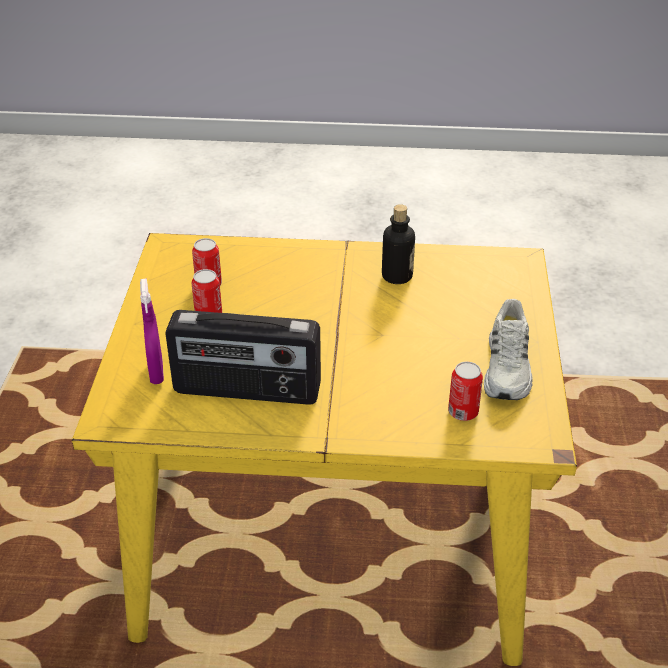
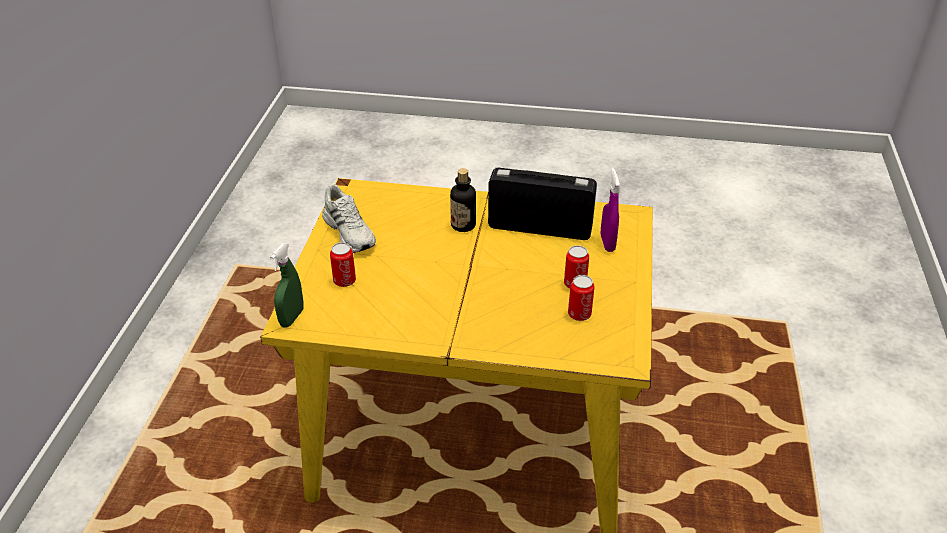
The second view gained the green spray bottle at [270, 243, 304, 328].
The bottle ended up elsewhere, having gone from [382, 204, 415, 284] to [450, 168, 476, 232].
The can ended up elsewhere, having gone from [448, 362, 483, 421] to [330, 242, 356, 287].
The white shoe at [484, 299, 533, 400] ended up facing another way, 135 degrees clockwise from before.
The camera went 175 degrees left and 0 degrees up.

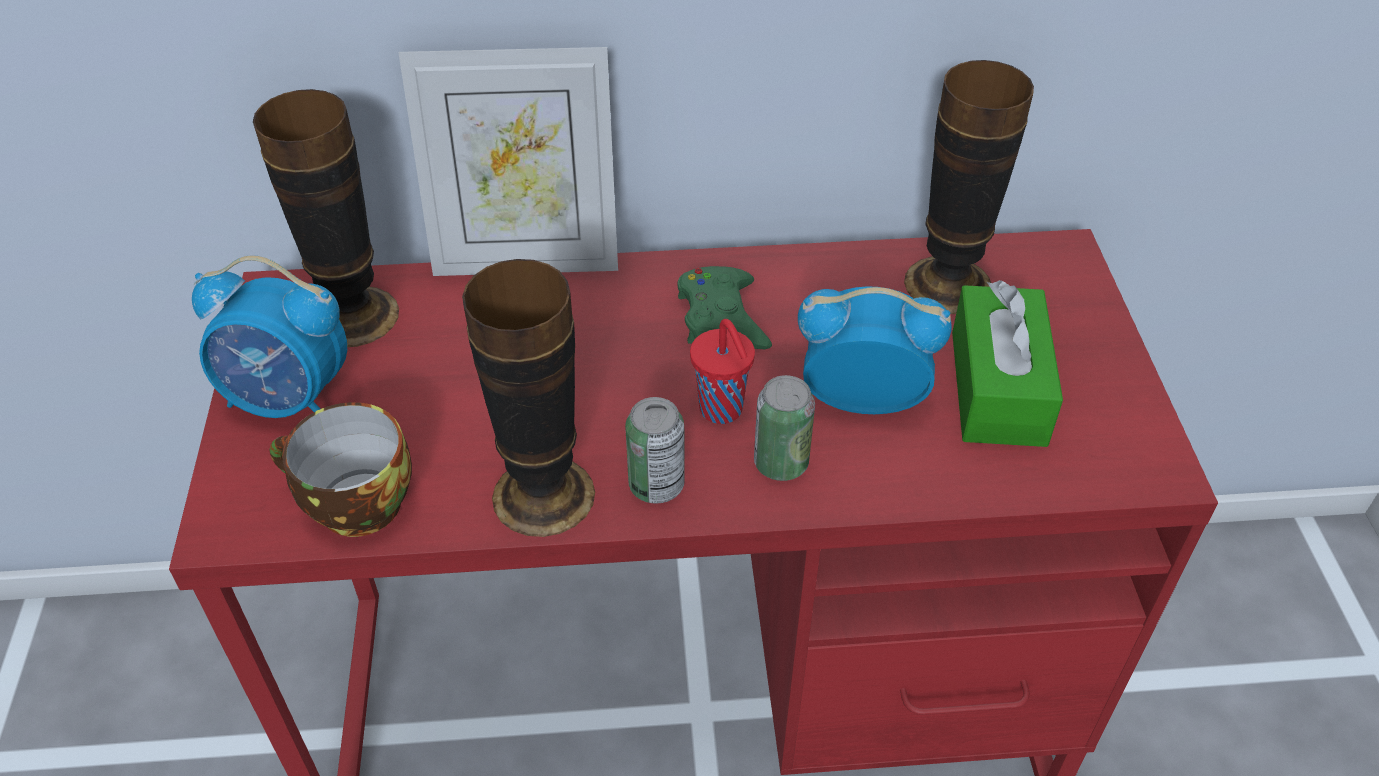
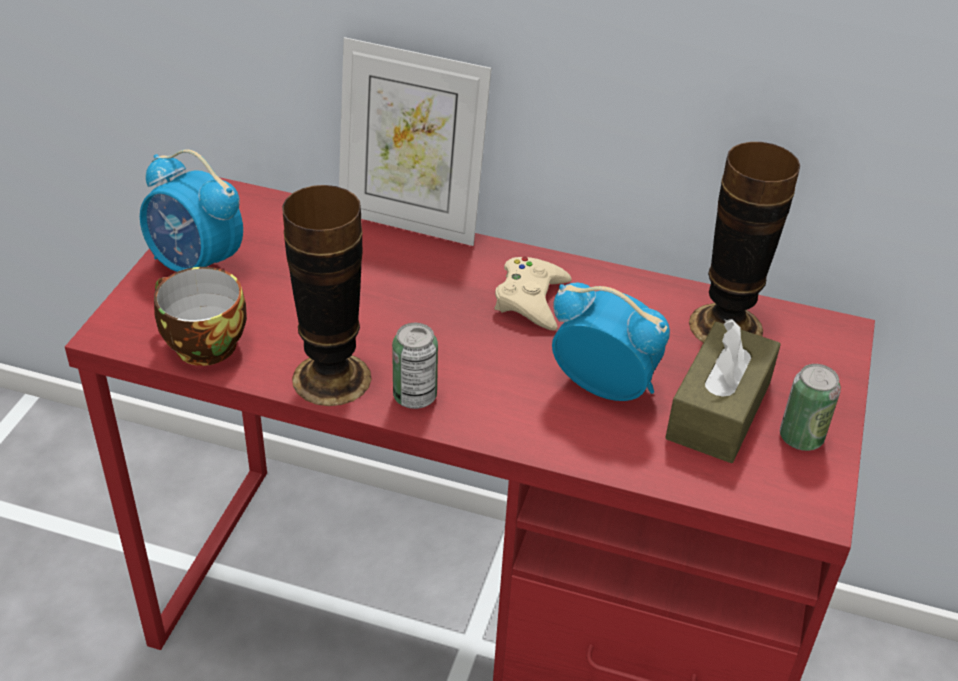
The second view lost the vase at [253, 89, 399, 347].
The second view lost the red cup at [690, 319, 755, 424].
The can ended up elsewhere, having gone from [754, 375, 815, 481] to [780, 364, 841, 451].
What was the green game controller at [678, 266, 772, 349] turned into the beige game controller at [494, 257, 572, 331].
What was the green tissue box at [952, 280, 1063, 447] turned into the brown tissue box at [665, 319, 781, 463].
The camera went 20 degrees right and 5 degrees down.

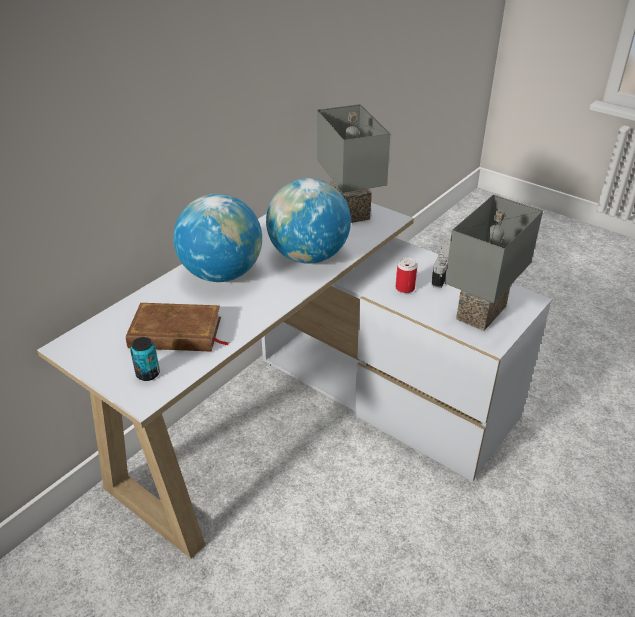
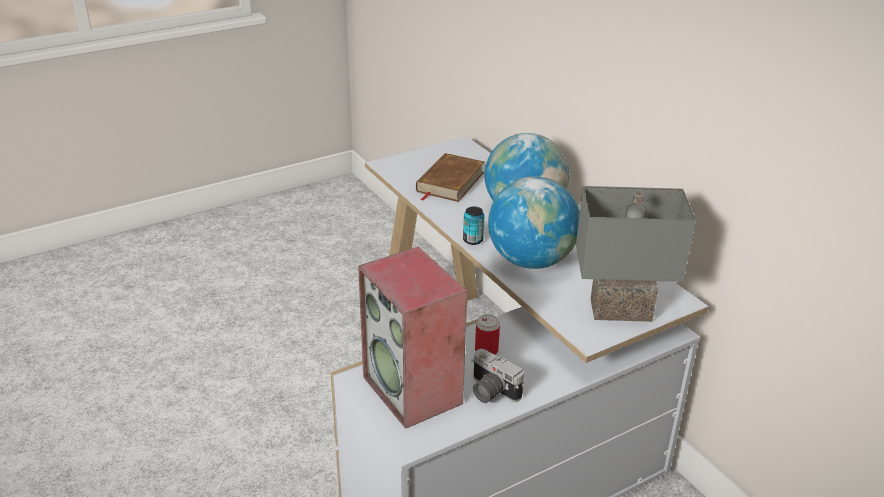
The can ended up elsewhere, having gone from [130, 337, 160, 381] to [463, 206, 484, 245].
Where the grey table lamp stood at [445, 195, 543, 331], the speaker came to stand at [358, 247, 467, 429].
The camera went 110 degrees right and 5 degrees down.

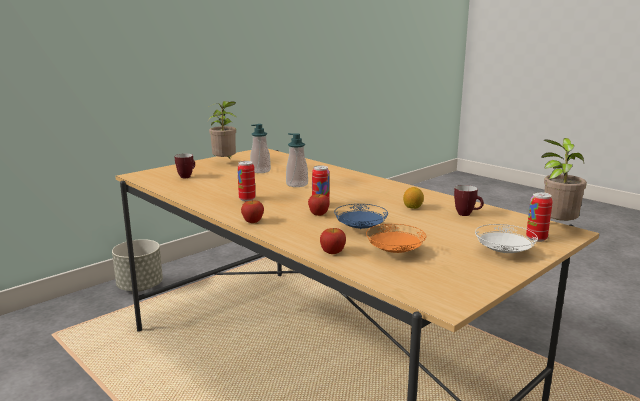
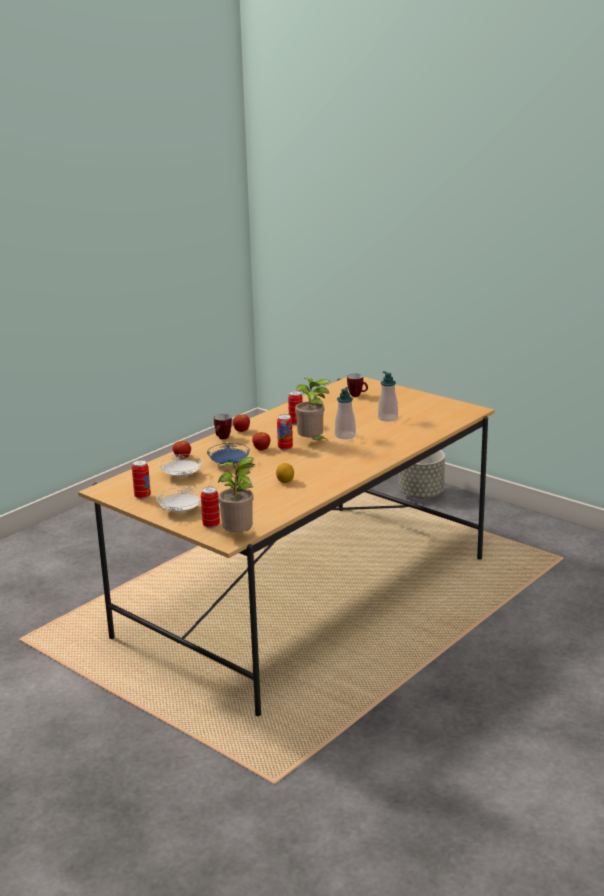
The second view gained the can at [132, 460, 151, 499].
The potted plant ended up elsewhere, having gone from [208, 101, 236, 158] to [295, 378, 331, 442].
The mug ended up elsewhere, having gone from [454, 185, 484, 216] to [214, 414, 232, 439].
What was the orange plate at [366, 224, 426, 253] turned into the white plate at [159, 454, 203, 476].
The camera went 85 degrees right and 5 degrees up.

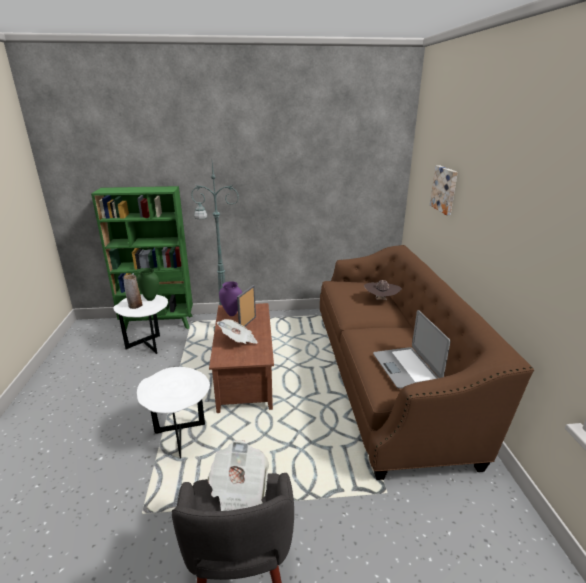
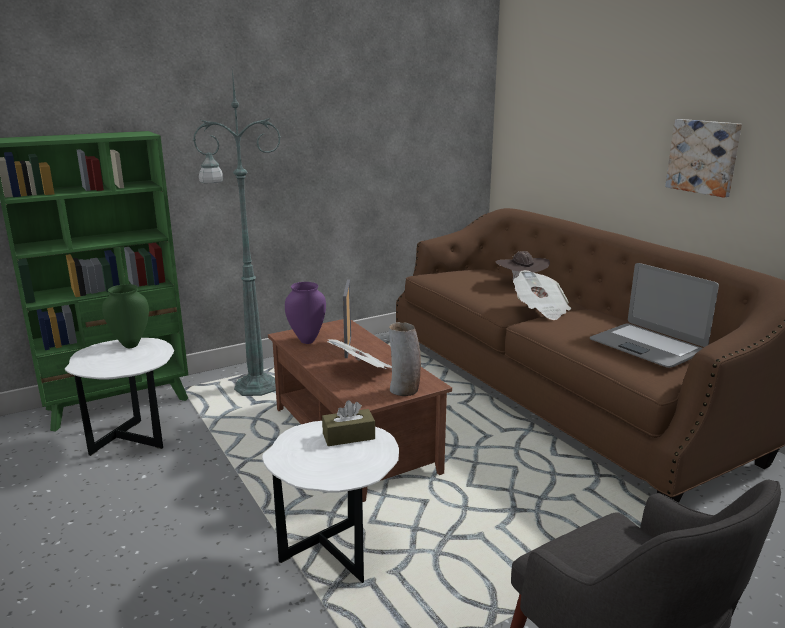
The second view gained the brown tissue box at [322, 400, 375, 446].
The vase ended up elsewhere, having gone from [124, 274, 143, 309] to [389, 322, 421, 396].
The newspaper ended up elsewhere, having gone from [207, 440, 269, 511] to [513, 270, 571, 320].
The picture ended up elsewhere, having gone from [430, 165, 458, 215] to [665, 119, 742, 198].
The camera went 25 degrees left and 5 degrees down.

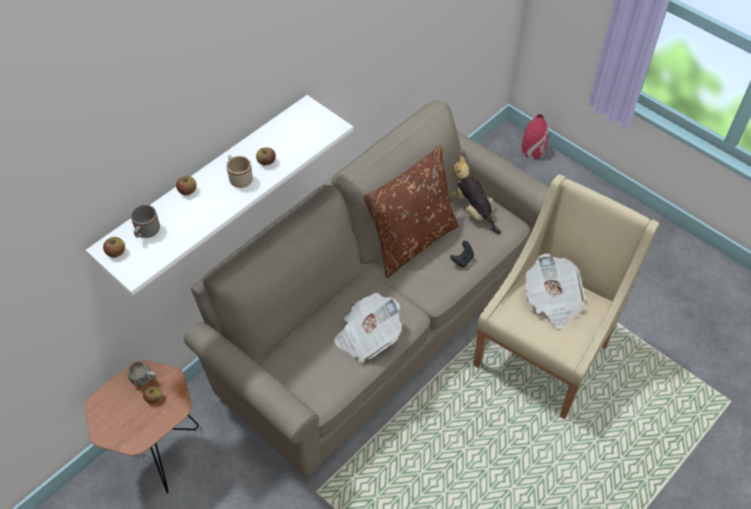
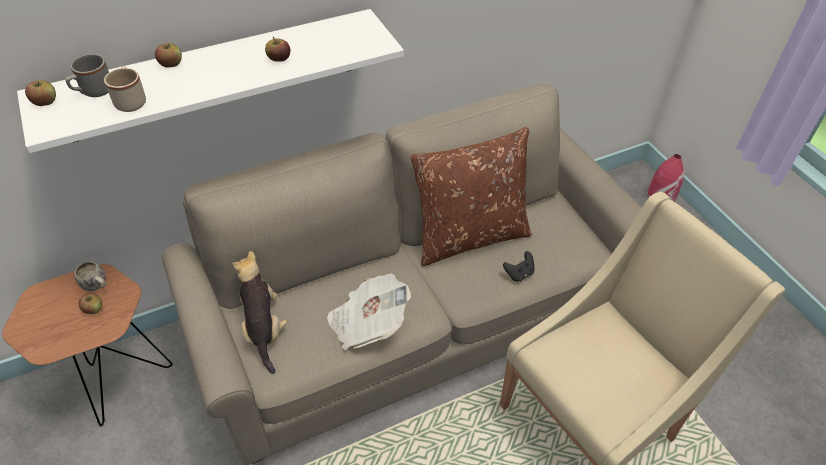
The second view lost the newspaper at [525, 253, 585, 329].
The beige mug ended up elsewhere, having gone from [226, 155, 253, 188] to [104, 66, 146, 112].
The plush toy ended up elsewhere, having gone from [452, 155, 501, 235] to [232, 251, 288, 374].
The camera went 20 degrees right and 5 degrees down.

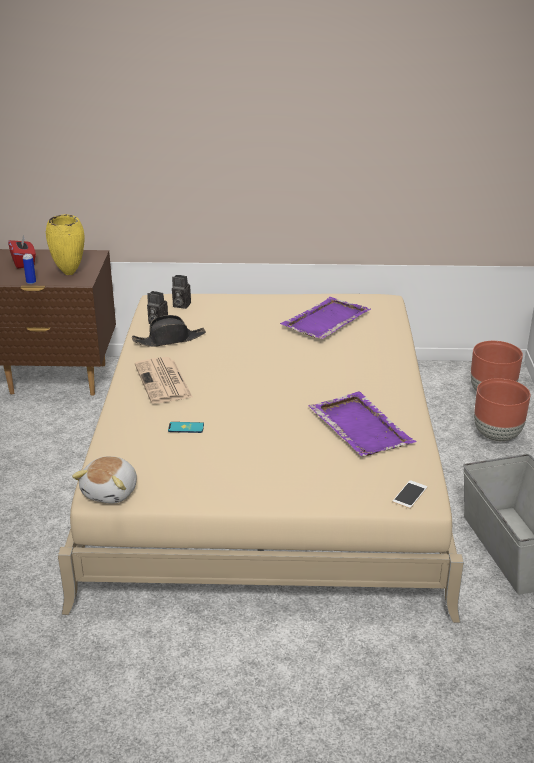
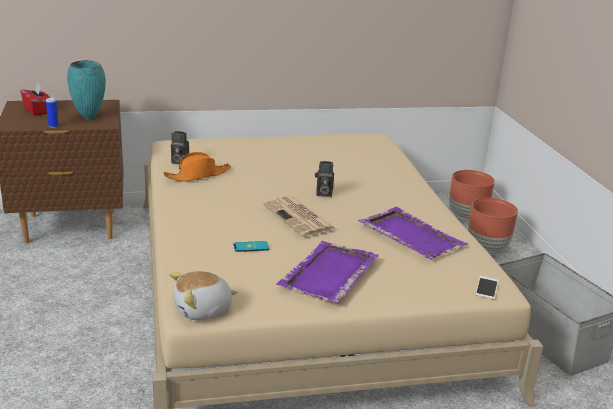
The newspaper ended up elsewhere, having gone from [135, 357, 193, 403] to [262, 196, 336, 237].
The photo camera ended up elsewhere, having gone from [172, 275, 191, 309] to [315, 161, 334, 197].
The purple tray ended up elsewhere, having gone from [280, 297, 371, 339] to [276, 241, 379, 303].
What was the yellow vase at [46, 214, 85, 275] turned into the turquoise vase at [67, 60, 106, 120].
What was the black hat at [132, 315, 206, 347] turned into the orange hat at [164, 152, 231, 182].
The plush toy at [72, 456, 137, 504] ended up facing another way, 60 degrees clockwise from before.
The camera went 15 degrees left and 5 degrees down.

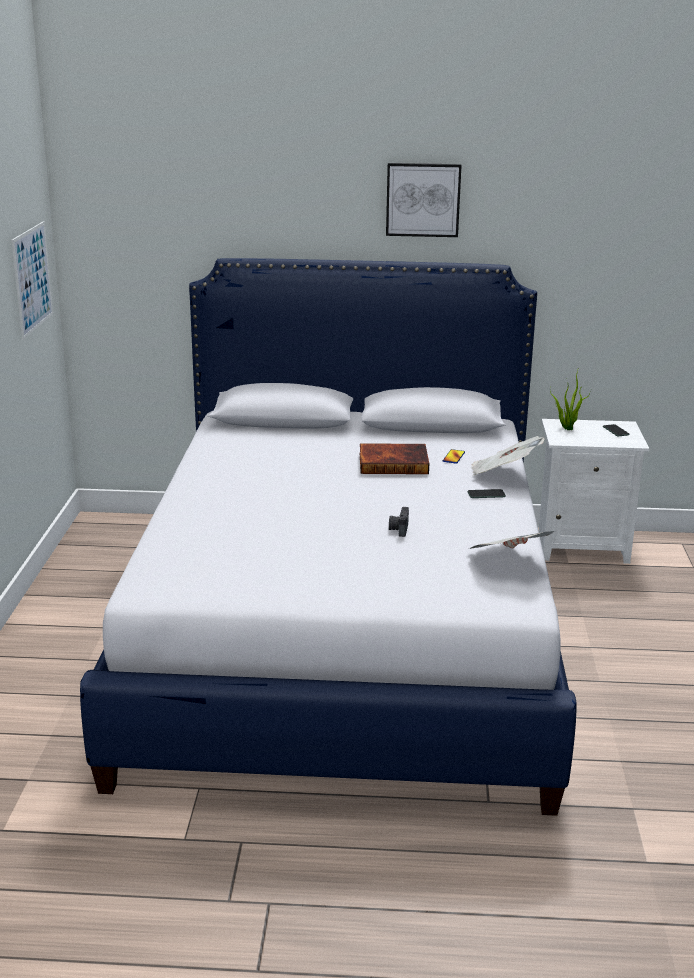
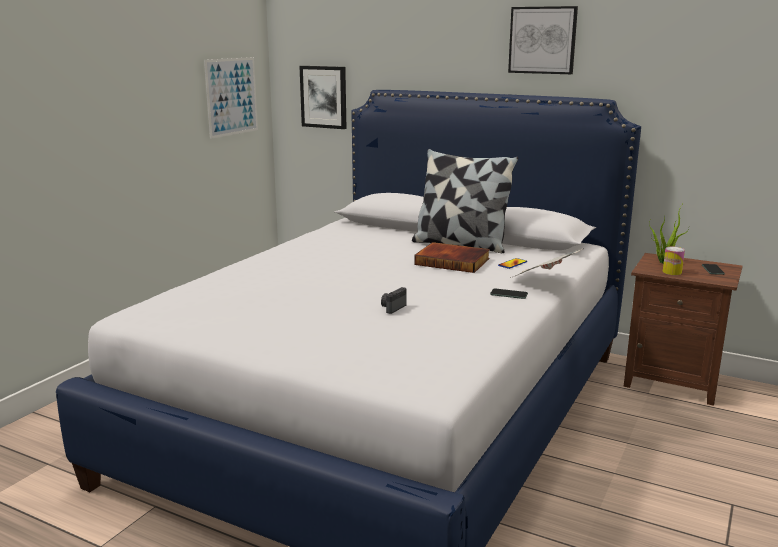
The second view lost the newspaper at [469, 531, 555, 549].
The second view gained the picture at [299, 66, 346, 129].
The second view gained the pillow at [412, 149, 518, 253].
The second view gained the can at [663, 247, 685, 275].
What was the white nightstand at [539, 419, 650, 564] turned into the brown nightstand at [624, 253, 743, 406].
The camera went 25 degrees right and 5 degrees down.

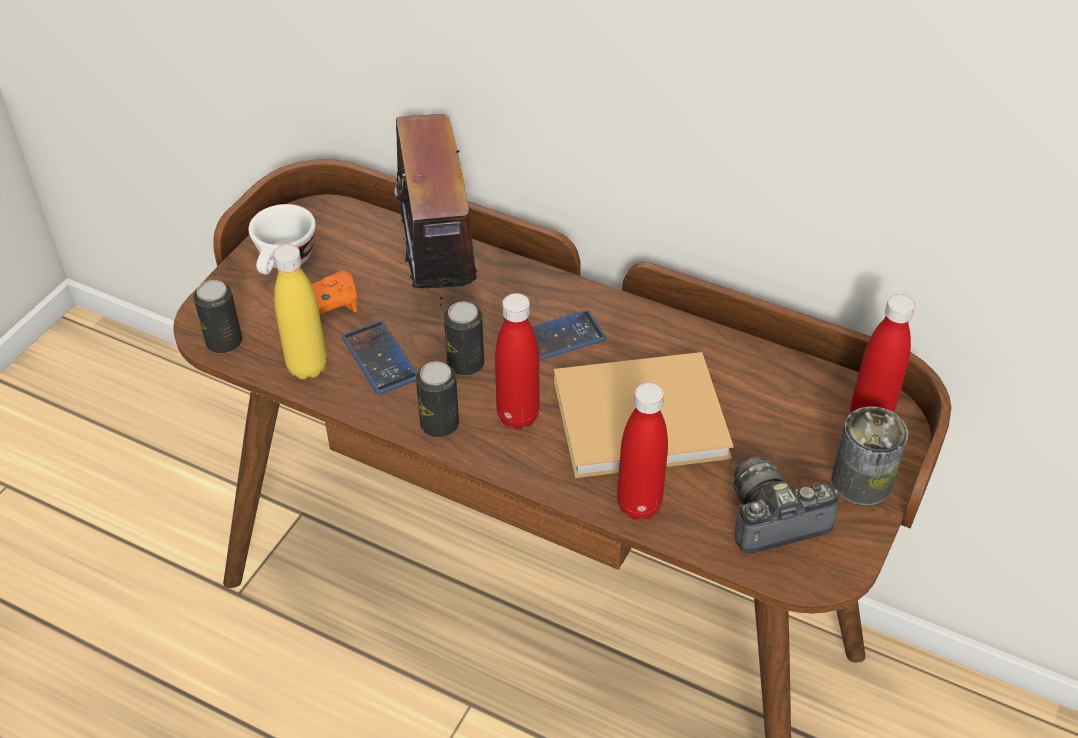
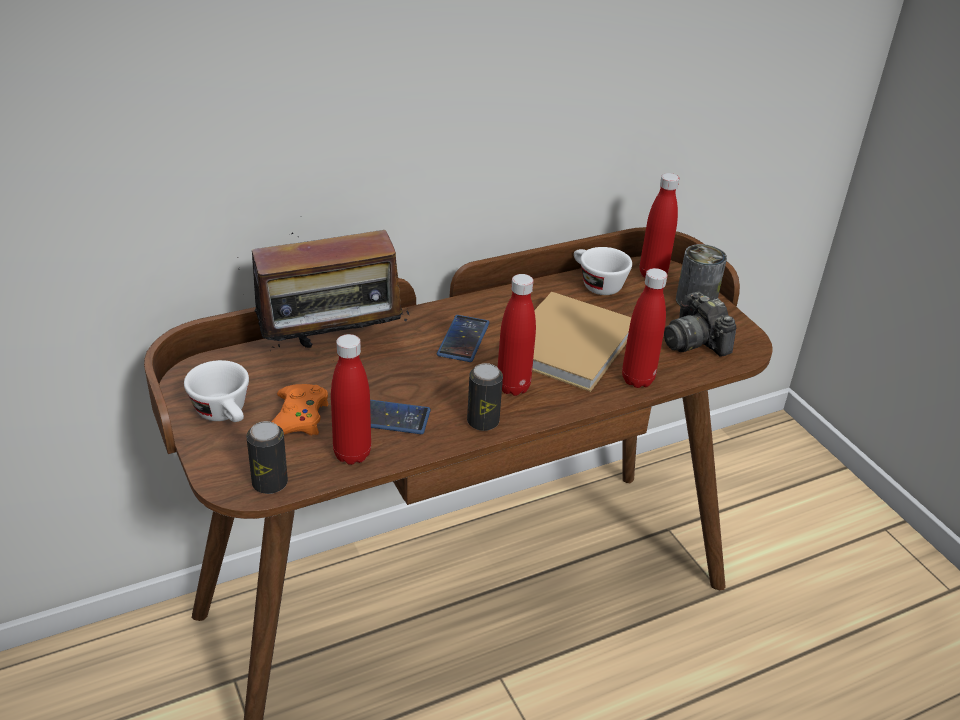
The second view lost the can at [444, 301, 484, 376].
The second view gained the white cup at [574, 247, 632, 295].
What was the yellow bottle at [273, 244, 327, 379] turned into the red bottle at [331, 334, 371, 465].
The radio at [374, 114, 506, 310] ended up facing another way, 135 degrees clockwise from before.
The photo camera at [733, 457, 839, 554] ended up facing another way, 45 degrees counterclockwise from before.
The camera went 55 degrees left and 10 degrees down.

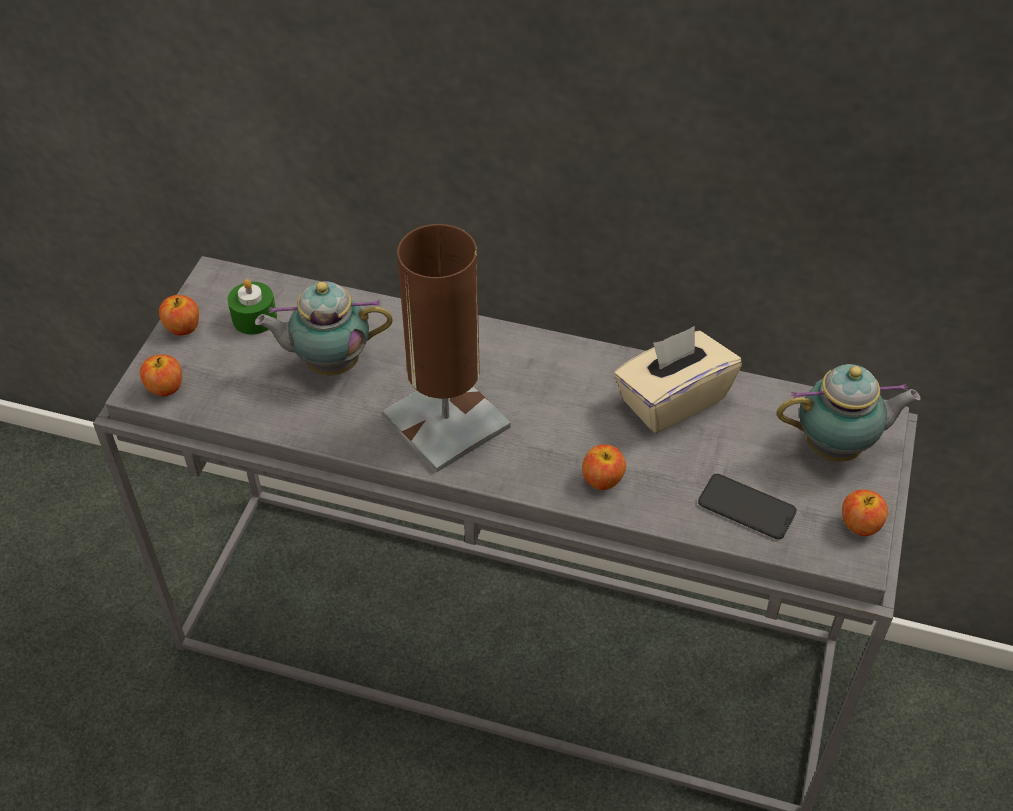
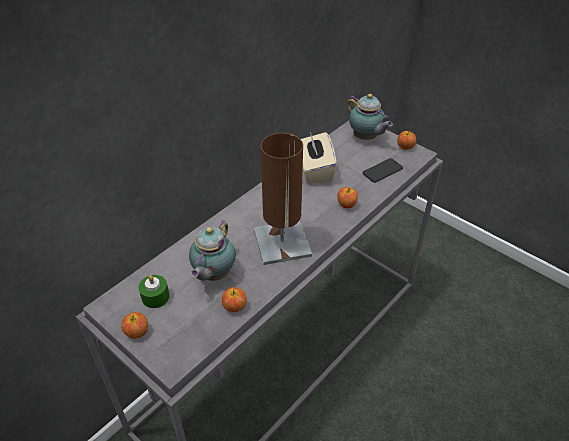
The apple ended up elsewhere, having gone from [140, 354, 182, 397] to [222, 287, 247, 312].
The teapot at [777, 364, 921, 461] ended up facing another way, 120 degrees clockwise from before.
The camera went 65 degrees left and 5 degrees down.

